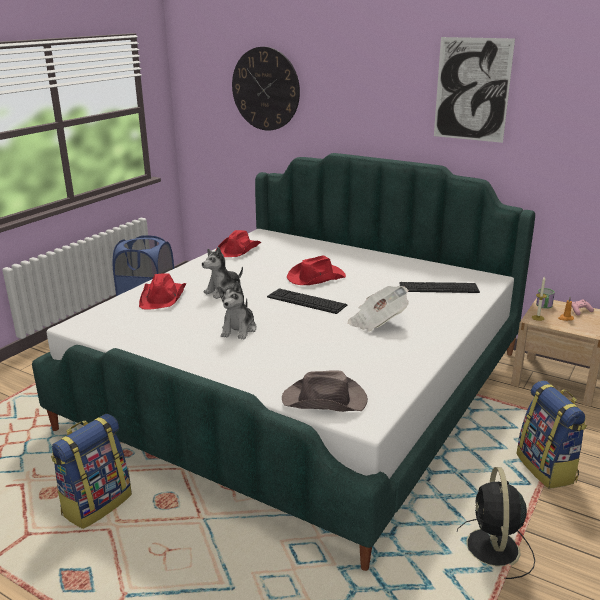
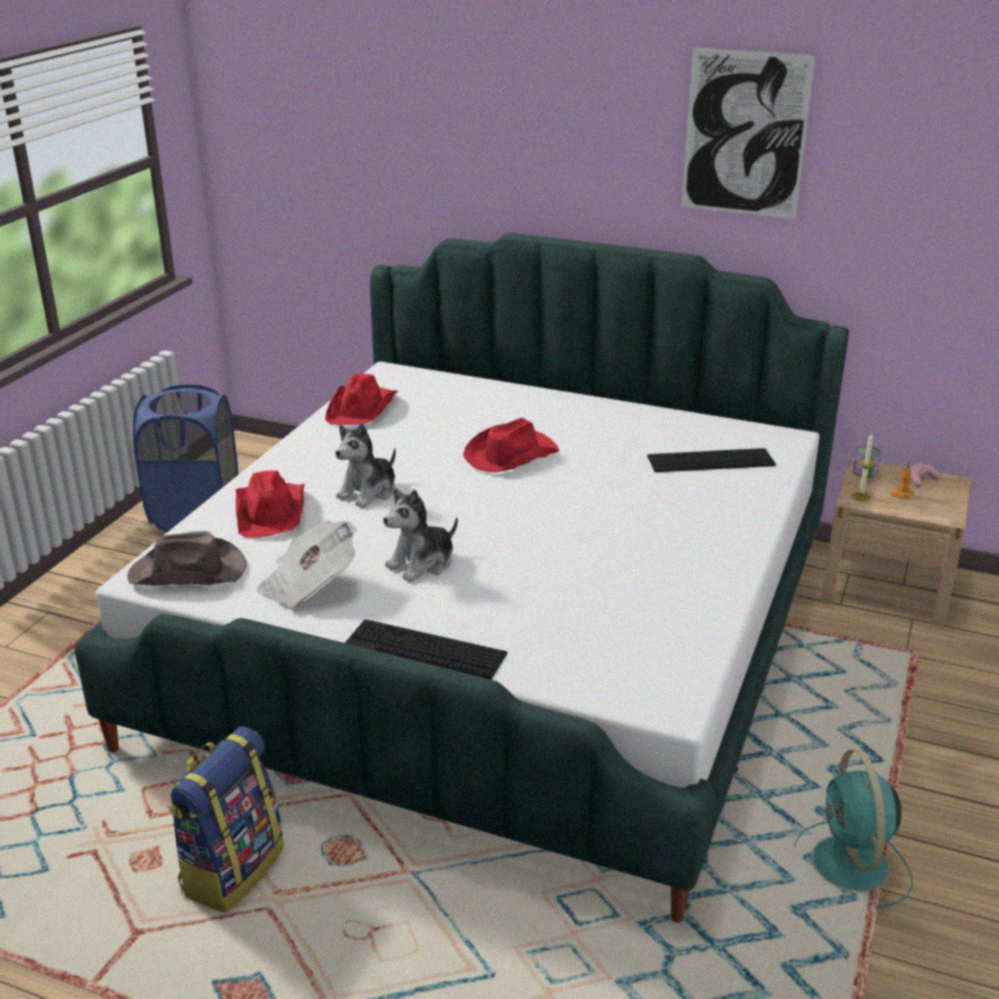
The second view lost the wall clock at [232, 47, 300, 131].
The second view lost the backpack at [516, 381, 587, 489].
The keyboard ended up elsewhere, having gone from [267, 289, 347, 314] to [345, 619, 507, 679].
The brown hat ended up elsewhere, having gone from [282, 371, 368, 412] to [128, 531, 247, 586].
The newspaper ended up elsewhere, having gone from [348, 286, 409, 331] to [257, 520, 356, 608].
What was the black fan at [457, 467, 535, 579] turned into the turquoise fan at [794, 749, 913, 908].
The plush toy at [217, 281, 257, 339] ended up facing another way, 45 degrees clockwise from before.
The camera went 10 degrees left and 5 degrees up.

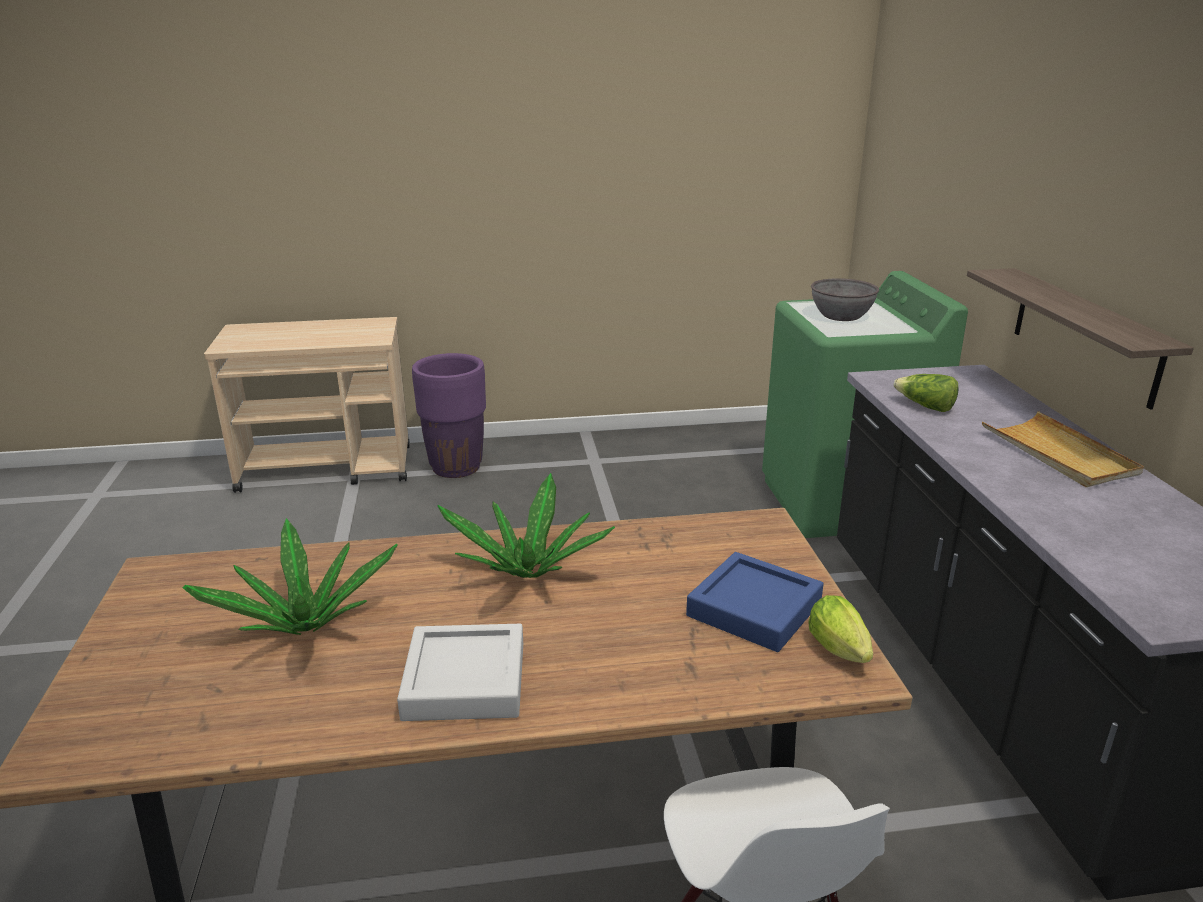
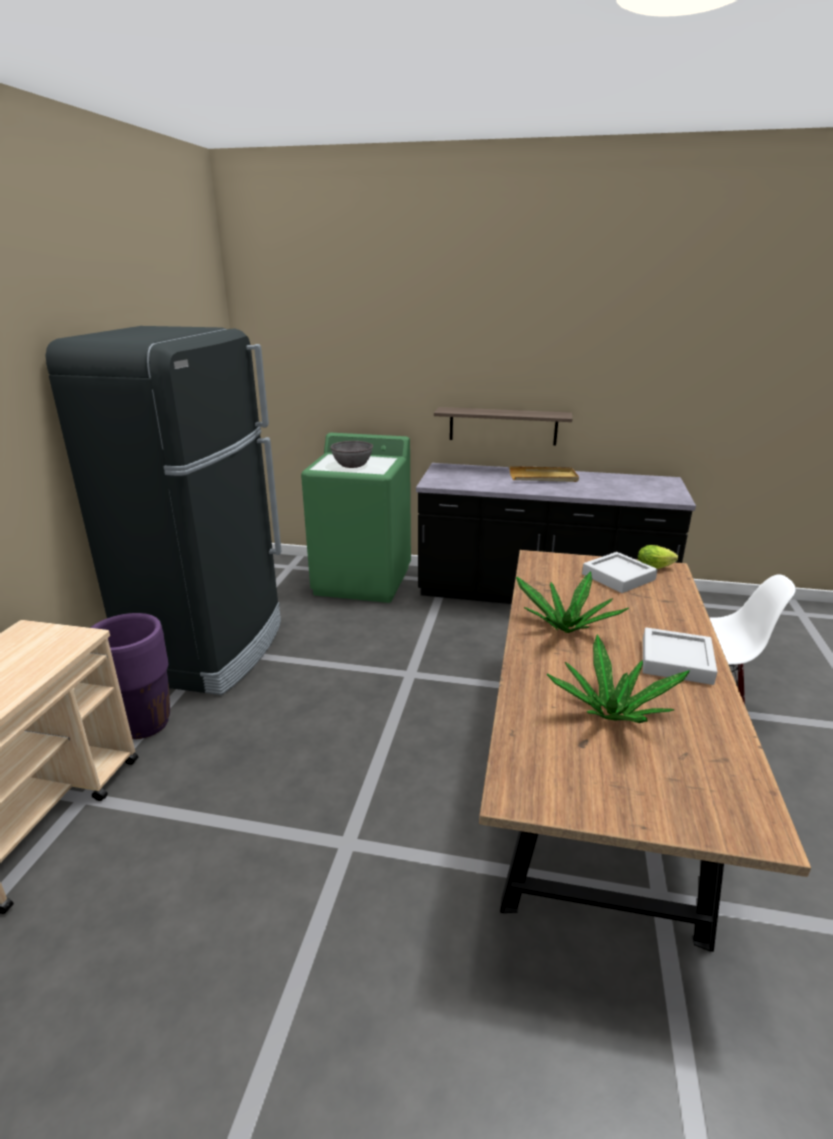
The second view lost the lettuce at [893, 374, 958, 412].
The second view gained the black fridge at [46, 326, 281, 695].
What was the blue tray at [686, 552, 823, 652] turned into the grey tray at [582, 552, 658, 593].
The camera went 70 degrees left and 0 degrees up.

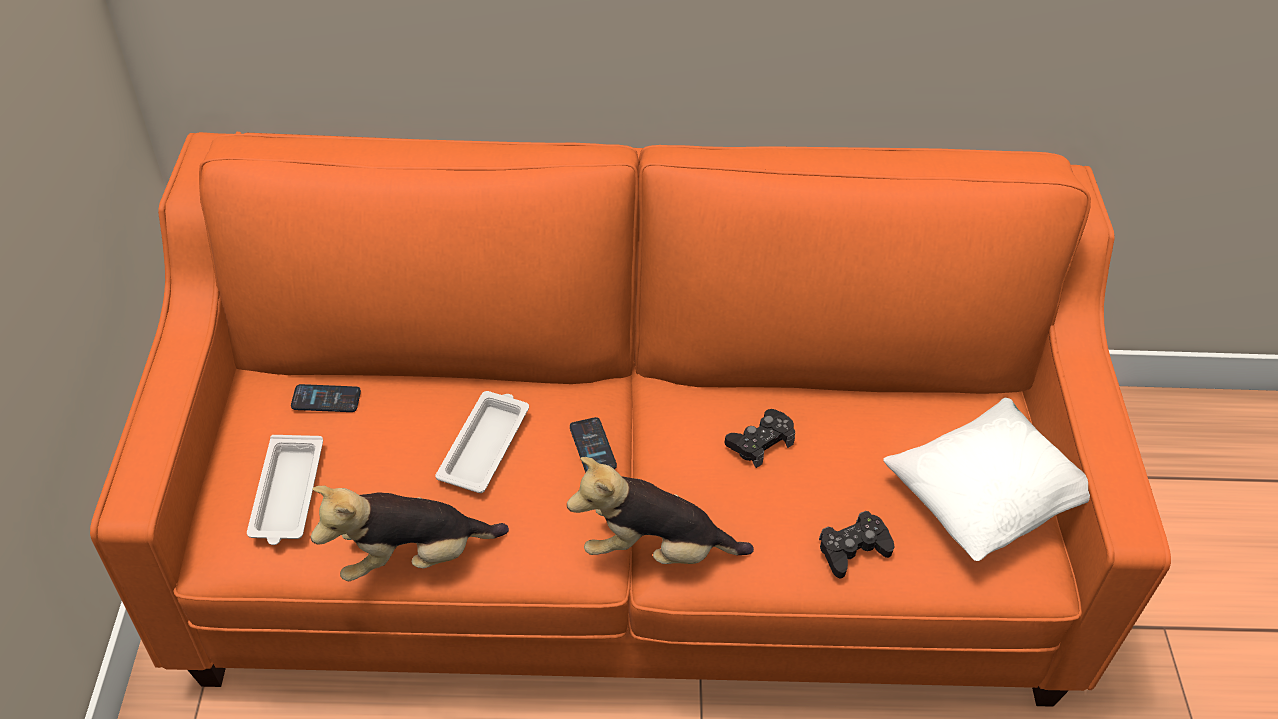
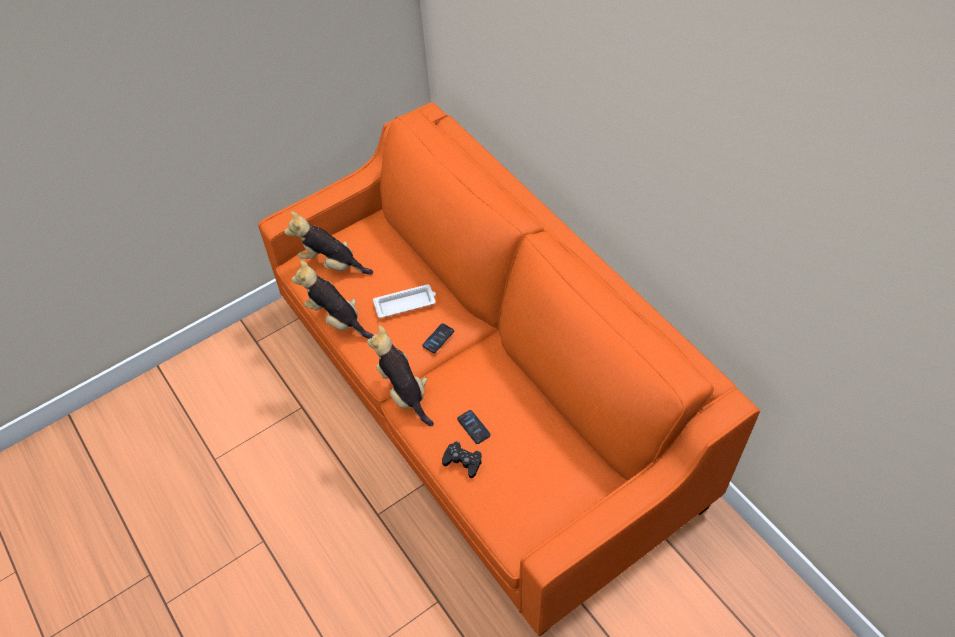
The second view lost the black game controller at [724, 409, 795, 468].
The second view lost the white pillow at [883, 398, 1090, 561].
The phone ended up elsewhere, having gone from [291, 384, 361, 412] to [457, 410, 491, 444].
Where the white tray stood at [247, 435, 323, 545], the plush toy came to stand at [284, 211, 373, 275].
The camera went 60 degrees right and 5 degrees up.

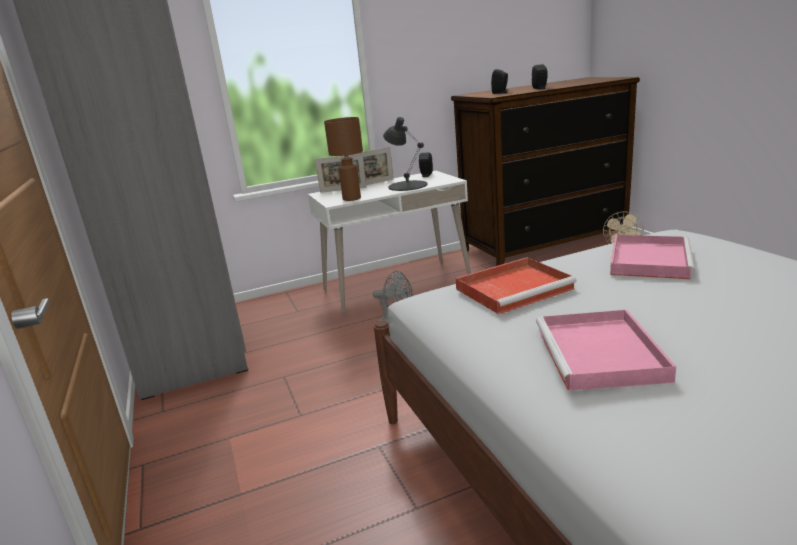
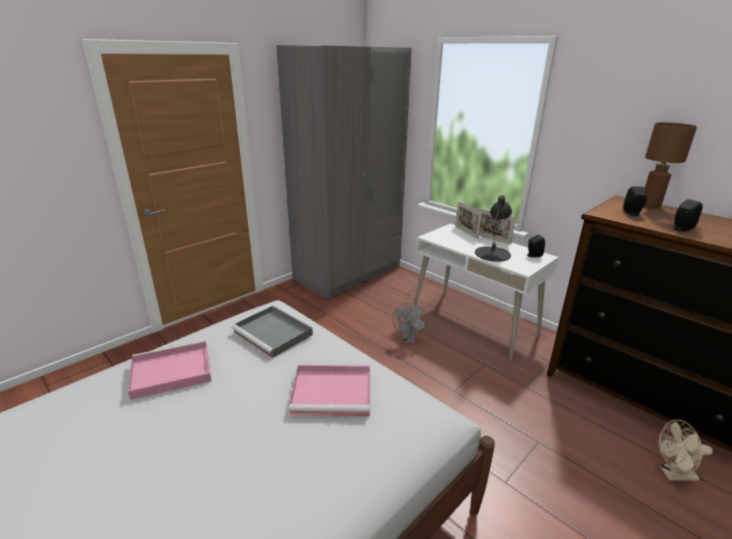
The brown table lamp ended up elsewhere, having gone from [324, 117, 363, 201] to [644, 122, 697, 208].
What was the red tray at [455, 257, 576, 314] turned into the grey tray at [232, 306, 313, 358].
The camera went 65 degrees right and 5 degrees up.

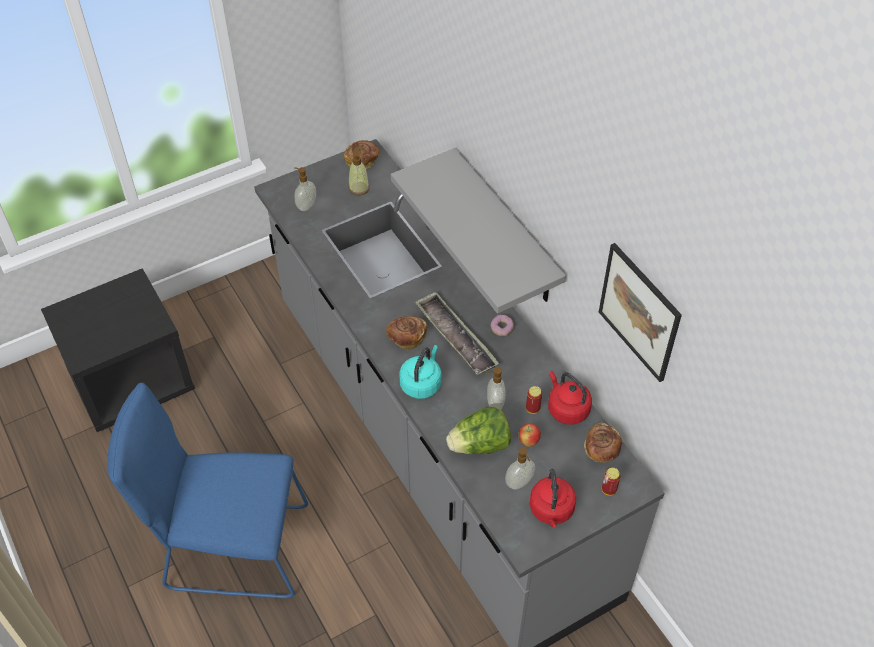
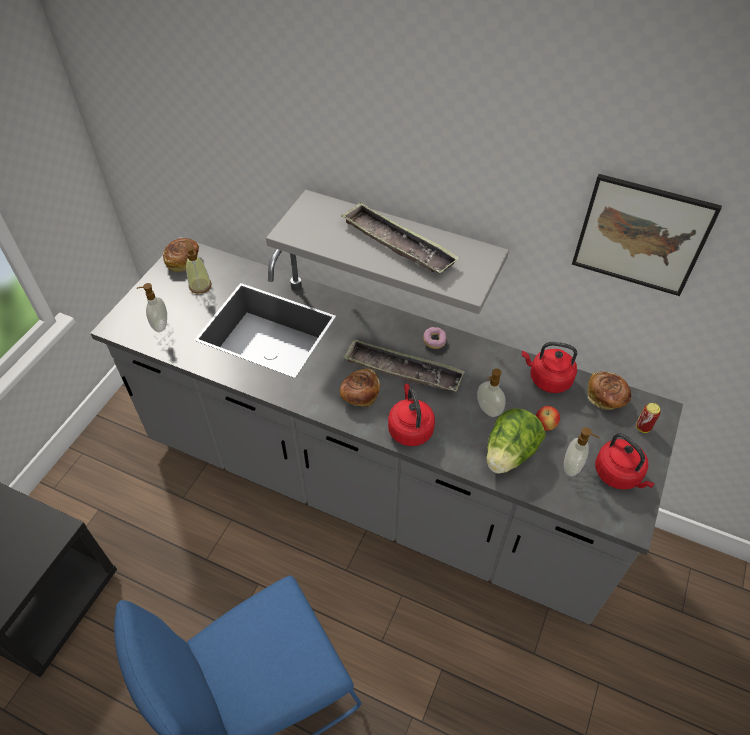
The second view lost the can at [526, 386, 542, 414].
The second view gained the tray at [341, 202, 459, 273].
What was the turquoise kettle at [399, 345, 442, 399] turned into the red kettle at [388, 383, 435, 446].
The camera went 35 degrees left and 0 degrees up.

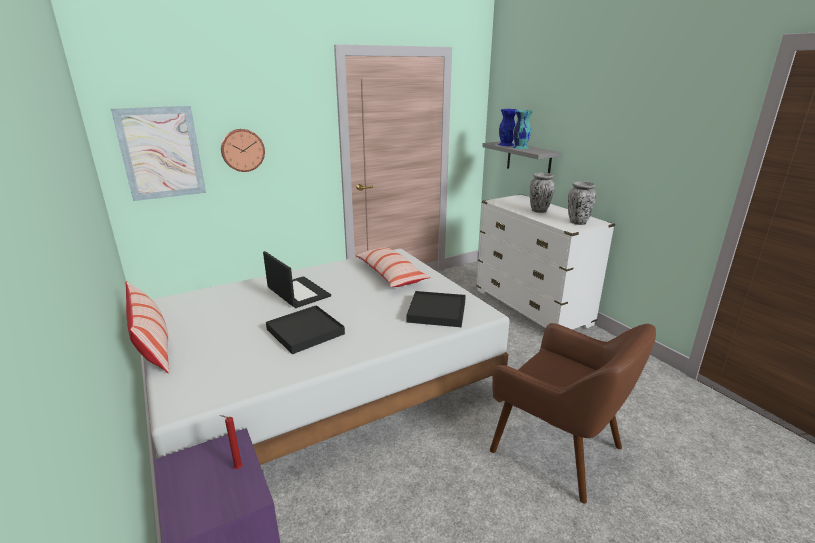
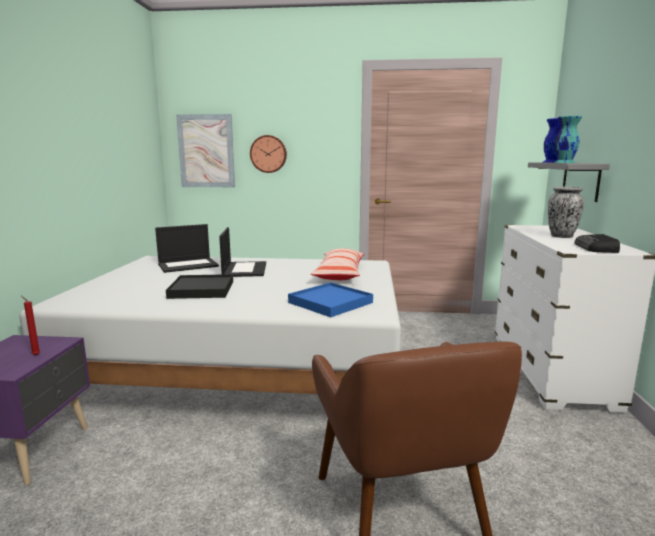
The second view lost the pillow at [126, 281, 169, 373].
The second view gained the laptop at [155, 224, 219, 273].
Where the vase stood at [568, 181, 596, 225], the radio came to stand at [574, 234, 620, 253].
What was the black tray at [407, 291, 466, 327] turned into the blue tray at [288, 282, 373, 317].
The camera went 35 degrees right and 10 degrees down.

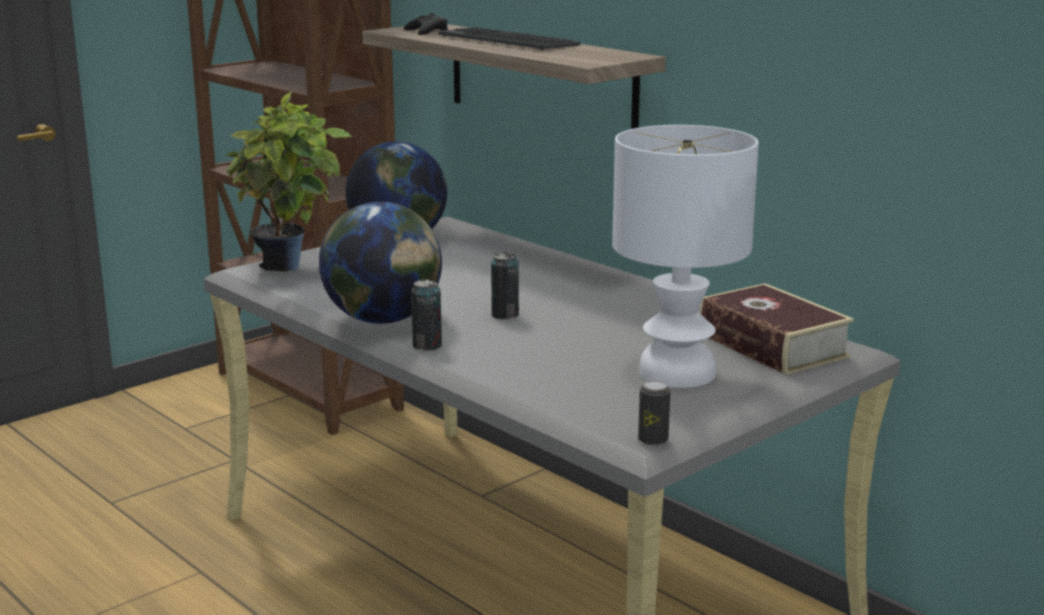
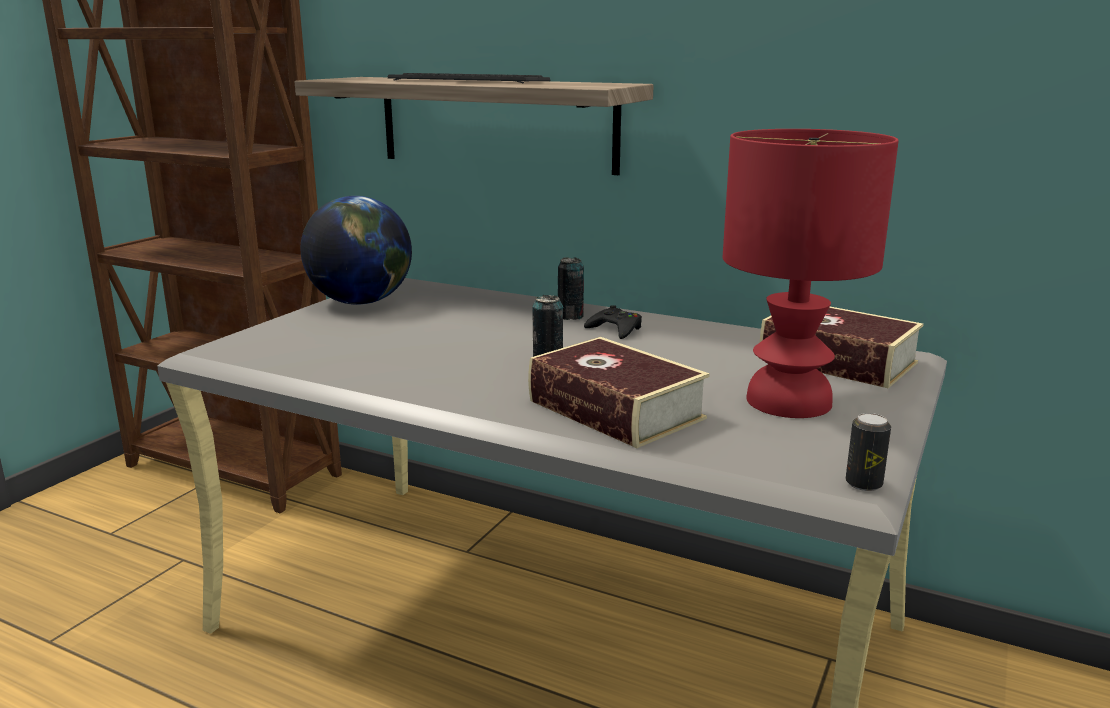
The second view lost the potted plant at [226, 92, 352, 272].
The second view lost the globe at [319, 202, 442, 324].
The second view gained the book at [528, 337, 710, 448].
The black game controller ended up elsewhere, having gone from [404, 13, 448, 35] to [584, 305, 642, 339].
The can ended up elsewhere, having gone from [411, 279, 442, 350] to [558, 257, 584, 320].
What was the white table lamp at [612, 125, 759, 388] turned into the red table lamp at [723, 129, 899, 418].
The camera went 20 degrees left and 0 degrees up.

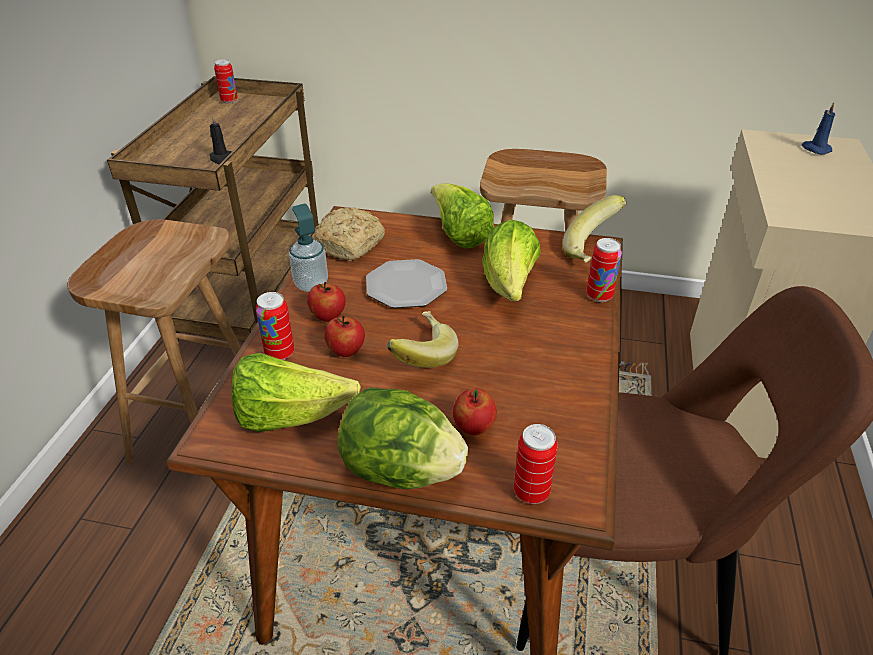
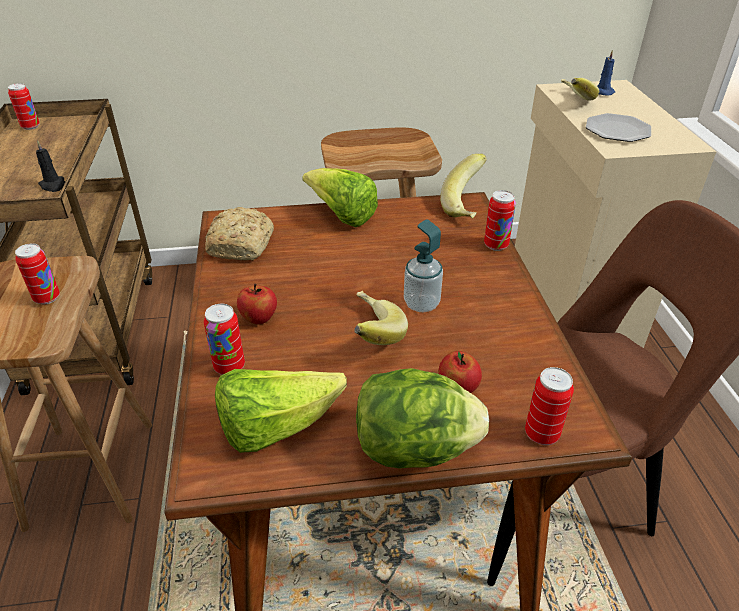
The second view lost the apple at [324, 316, 365, 357].
The second view lost the lettuce at [482, 219, 541, 301].
The second view gained the can at [15, 243, 60, 305].
The second view gained the banana at [561, 78, 599, 101].
The soap dispenser ended up elsewhere, having gone from [289, 204, 328, 292] to [404, 219, 443, 312].
The plate ended up elsewhere, having gone from [366, 259, 447, 308] to [586, 113, 651, 142].
The camera went 20 degrees left and 0 degrees up.

